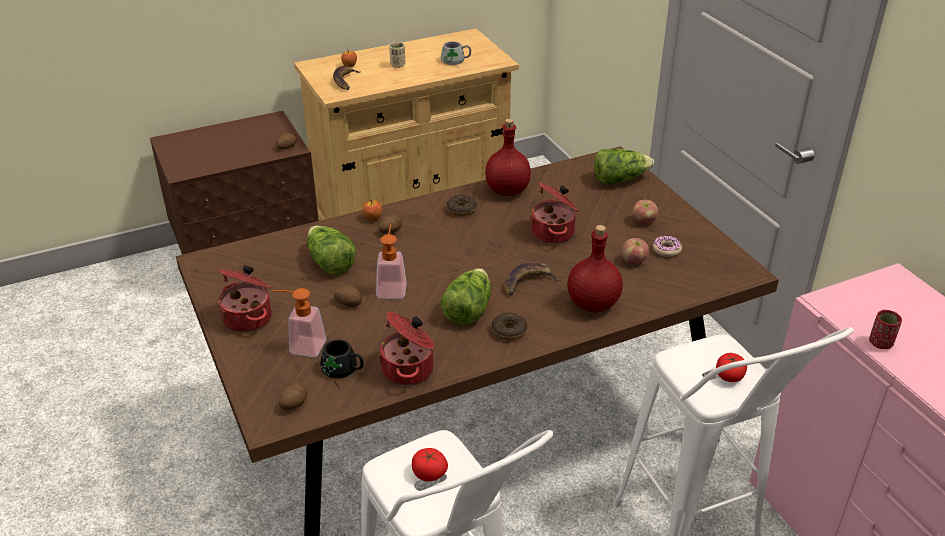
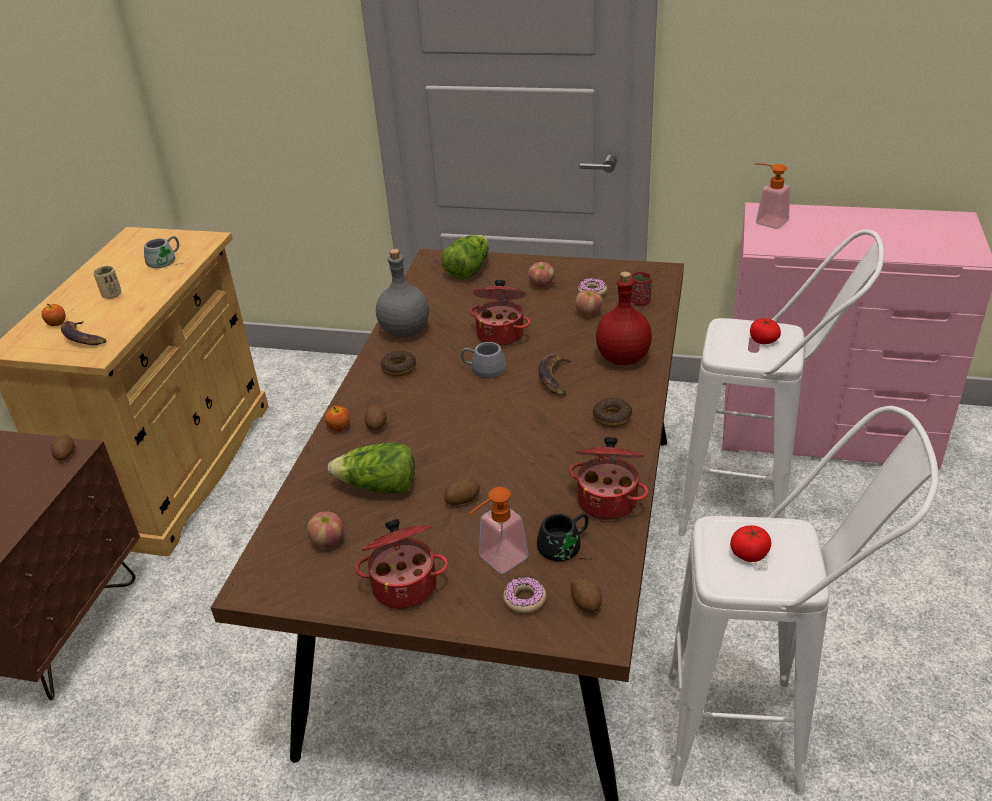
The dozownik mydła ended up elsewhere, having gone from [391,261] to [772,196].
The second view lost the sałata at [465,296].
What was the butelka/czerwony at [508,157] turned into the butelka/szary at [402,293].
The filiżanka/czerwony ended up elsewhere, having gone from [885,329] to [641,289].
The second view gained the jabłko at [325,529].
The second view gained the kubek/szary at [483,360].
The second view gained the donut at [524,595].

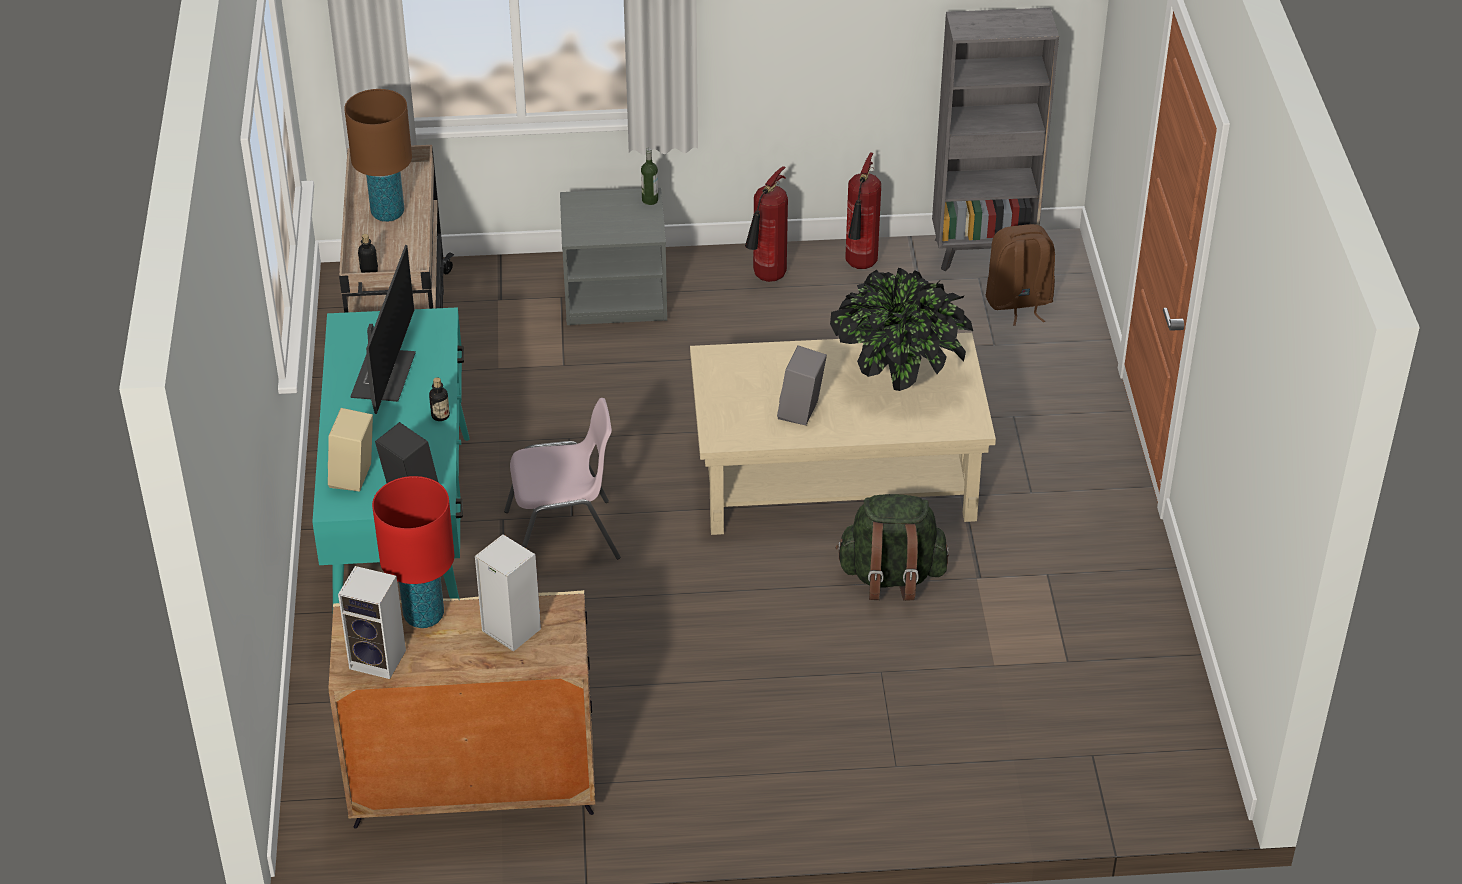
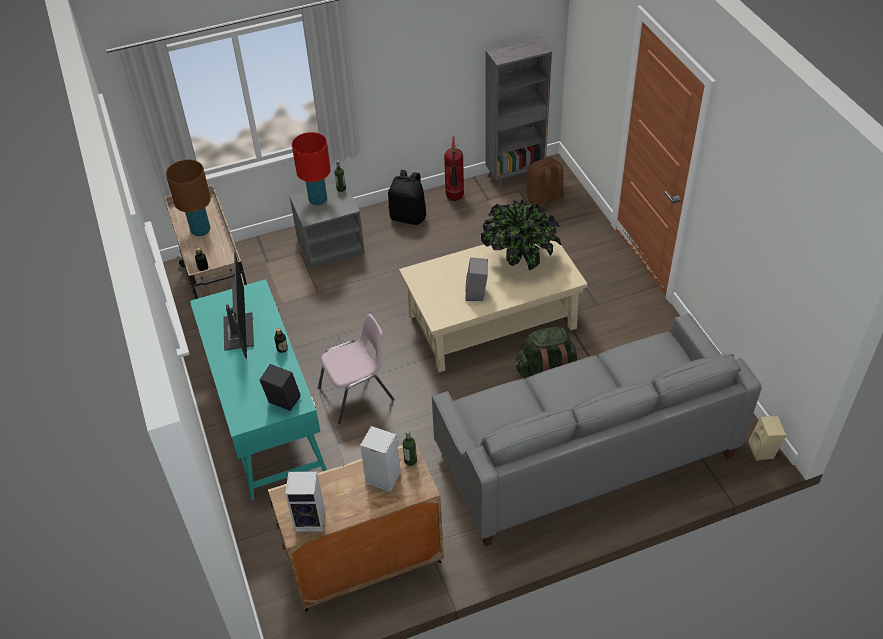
The głośnik/beżowy ended up elsewhere, having gone from [350,450] to [767,438].
The lampa stołowa/czerwony ended up elsewhere, having gone from [413,552] to [311,168].
Where the gaśnica stood at [766,224], the plecak/czarny came to stand at [407,197].
The second view gained the butelka at [410,448].
The second view gained the kanapa/szary at [597,429].

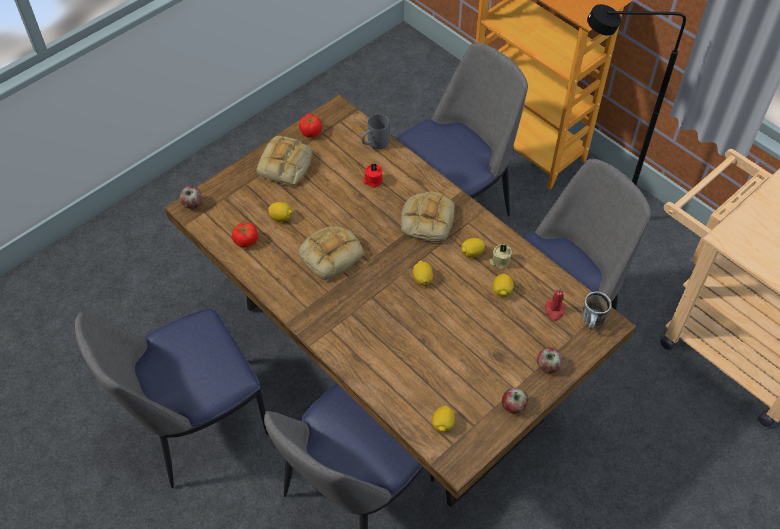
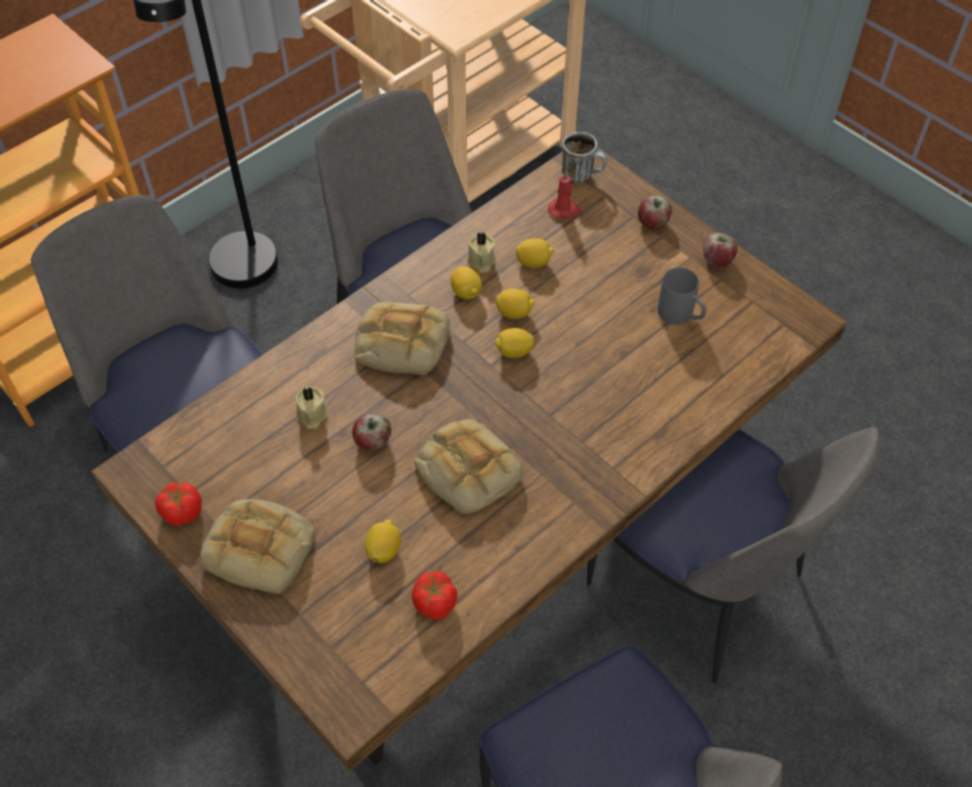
The jabłko ended up elsewhere, having gone from [190,197] to [371,432].
The kubek/szary ended up elsewhere, having gone from [376,131] to [682,296].
What was the świeca/czerwony at [373,175] turned into the świeca/beżowy at [311,407].
The cytryna ended up elsewhere, having gone from [443,419] to [515,304].

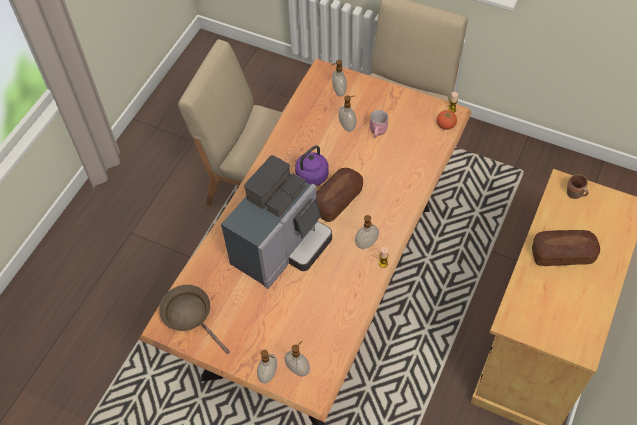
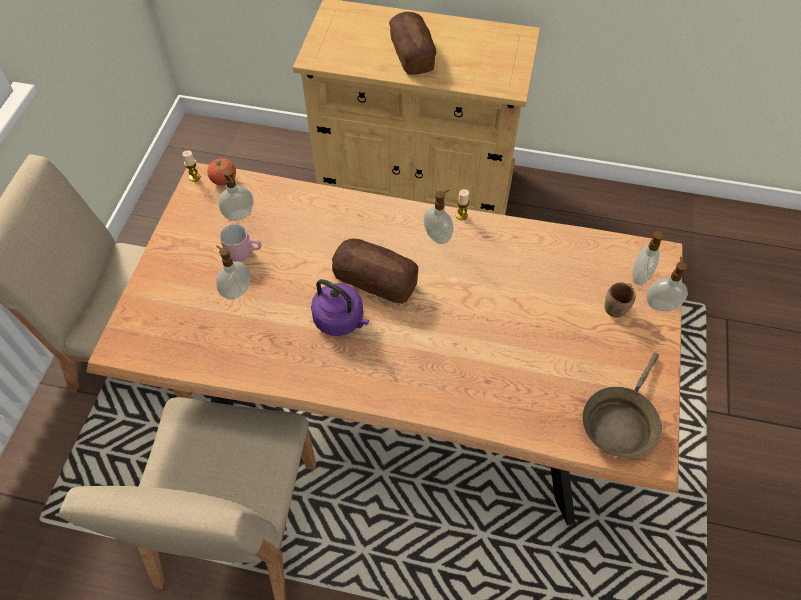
The second view lost the ekspres do kawy at [276,222].
The dozownik mydła ended up elsewhere, having gone from [339,78] to [236,195].
The kubek/brązowy ended up elsewhere, having gone from [578,186] to [620,300].

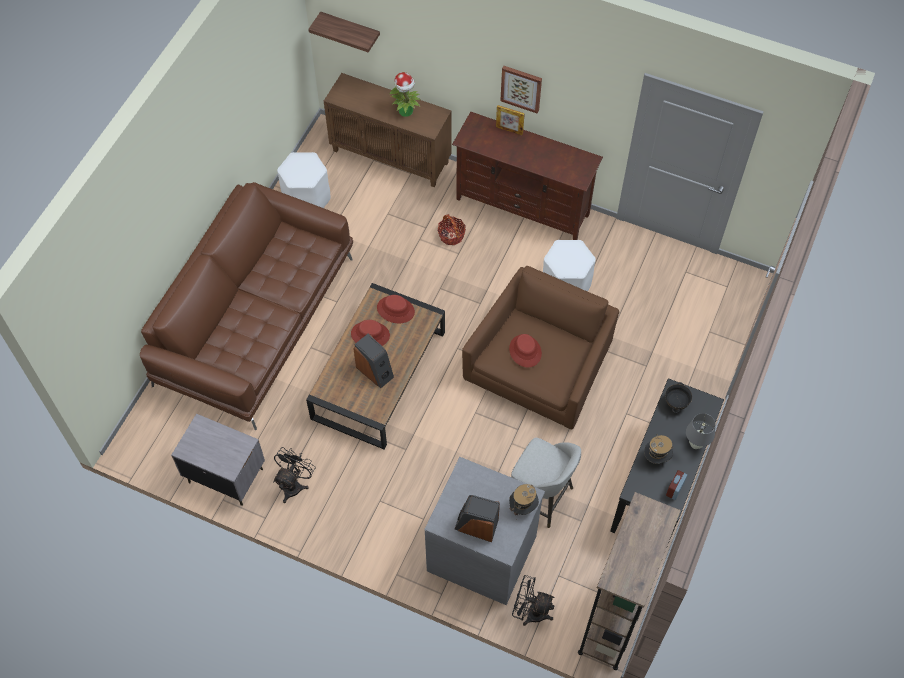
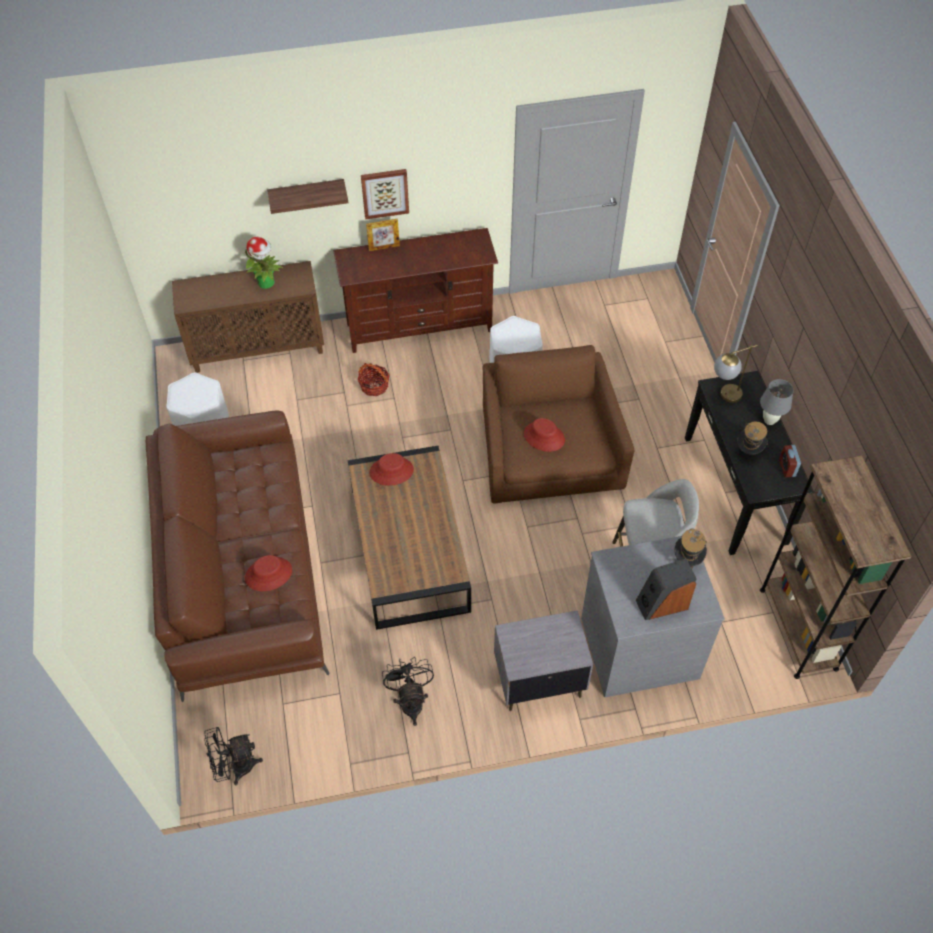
The szafka nocna/szary ended up elsewhere, having gone from [218,460] to [543,660].
The półka ended up elsewhere, having gone from [344,32] to [307,196].
The kapelusz/czerwony ended up elsewhere, having gone from [370,333] to [268,573].
The second view lost the głośnik at [373,361].
The wentylator/czarny ended up elsewhere, having gone from [533,600] to [233,756].
Where the miska/czarny stood at [678,397], the lampa stołowa came to stand at [735,374].

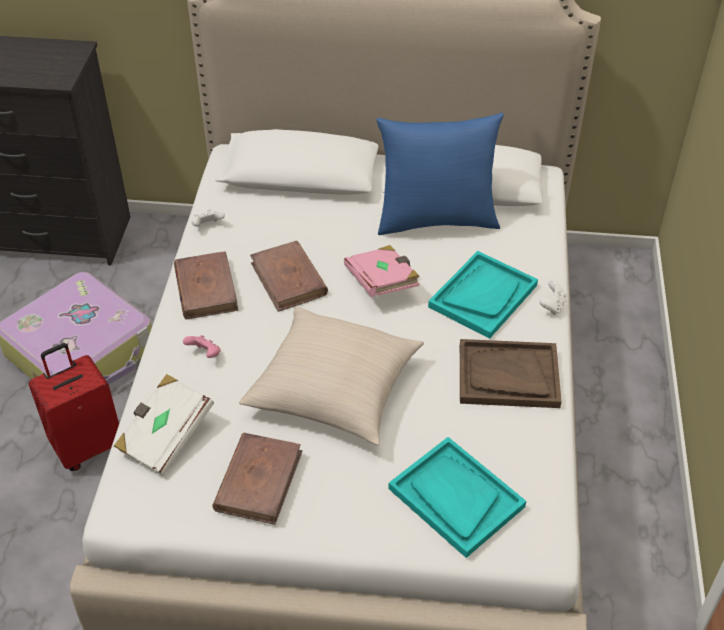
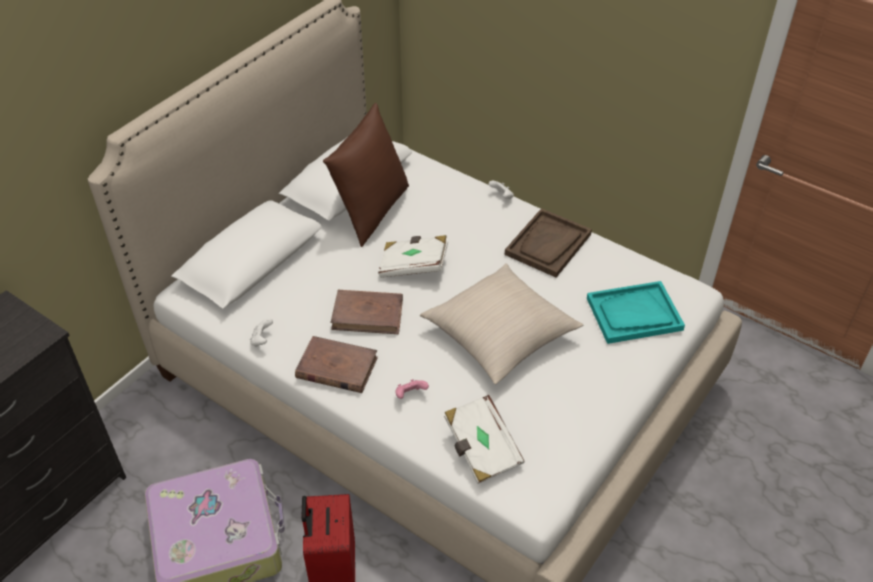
The second view lost the książka/brązowy at [257,479].
What was the książka/różowy at [381,271] turned into the książka/biały at [413,256].
What was the poduszka/niebieski at [440,174] turned into the poduszka/brązowy at [366,175].
The second view lost the taca/turkusowy at [483,295].

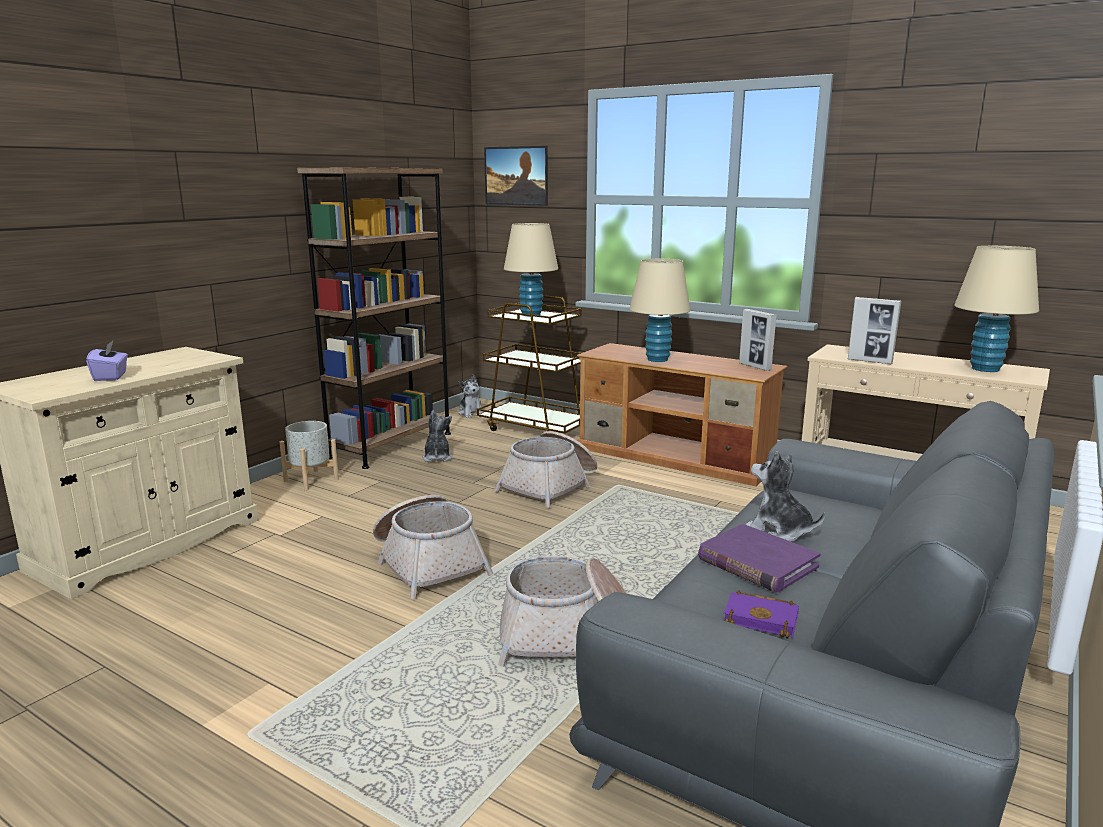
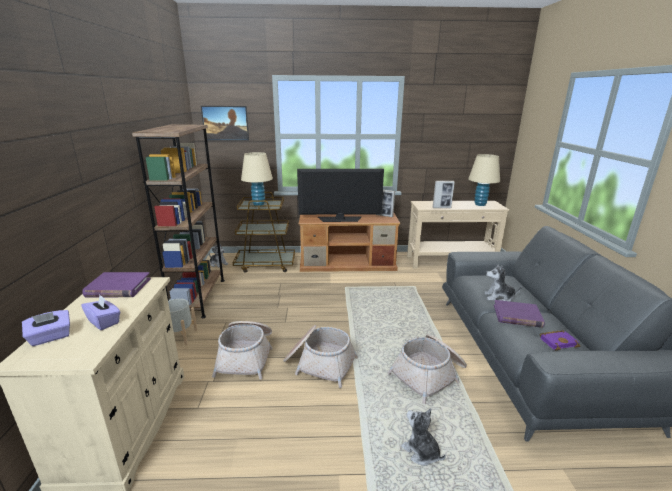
The pluszak ended up elsewhere, having gone from [437,436] to [423,437].
The koszyk ended up elsewhere, having gone from [545,469] to [242,350].
Where the lampa stołowa/beżowy stood at [660,310], the telewizor came to stand at [340,195].
The second view gained the pudełko chusteczek/fioletowy at [46,328].
The second view gained the książka/fioletowy at [116,284].

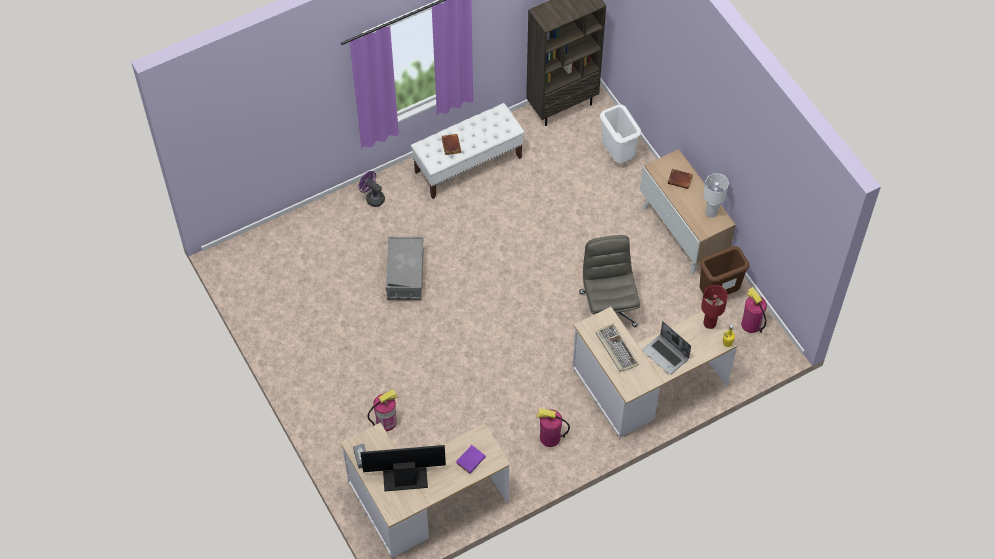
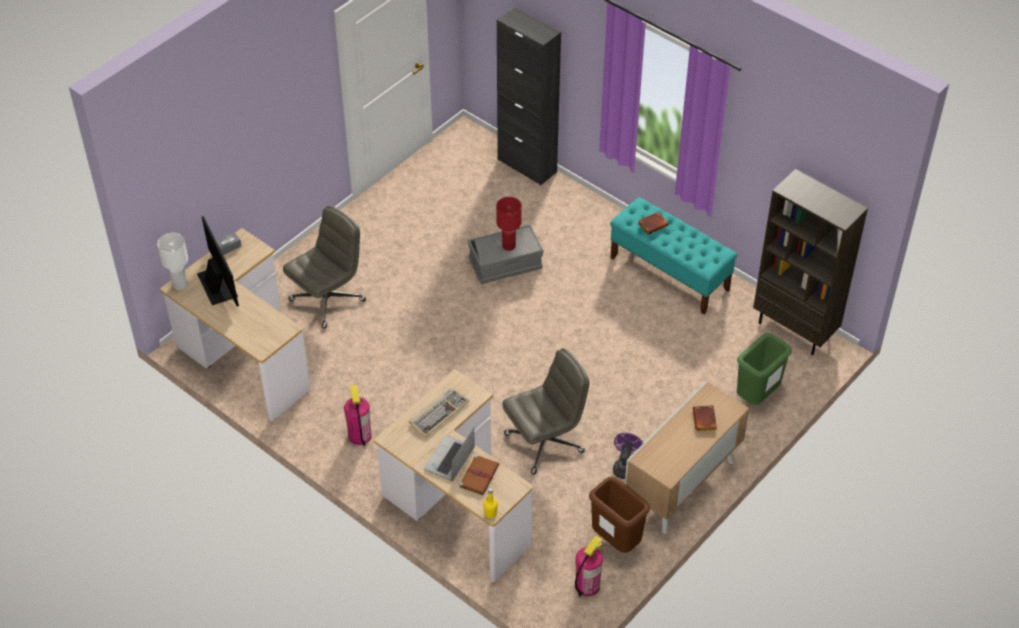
The wentylator/fioletowy ended up elsewhere, having gone from [371,189] to [628,456].
Where the gaśnica stood at [382,410], the krzesło biurowe/szary came to stand at [324,267].
What was the ławka/biały at [467,151] turned into the ławka/turkusowy at [674,255].
The second view lost the książka/fioletowy at [471,459].
What was the kosz na śmieci/biały at [620,133] turned into the kosz na śmieci/zielony at [764,369].
The lampa stołowa/czerwony ended up elsewhere, having gone from [714,307] to [509,224].
The lampa stołowa/biały ended up elsewhere, having gone from [716,195] to [172,261].
The second view gained the książka/brązowy at [479,475].
The second view gained the szafka/czarny at [529,96].

